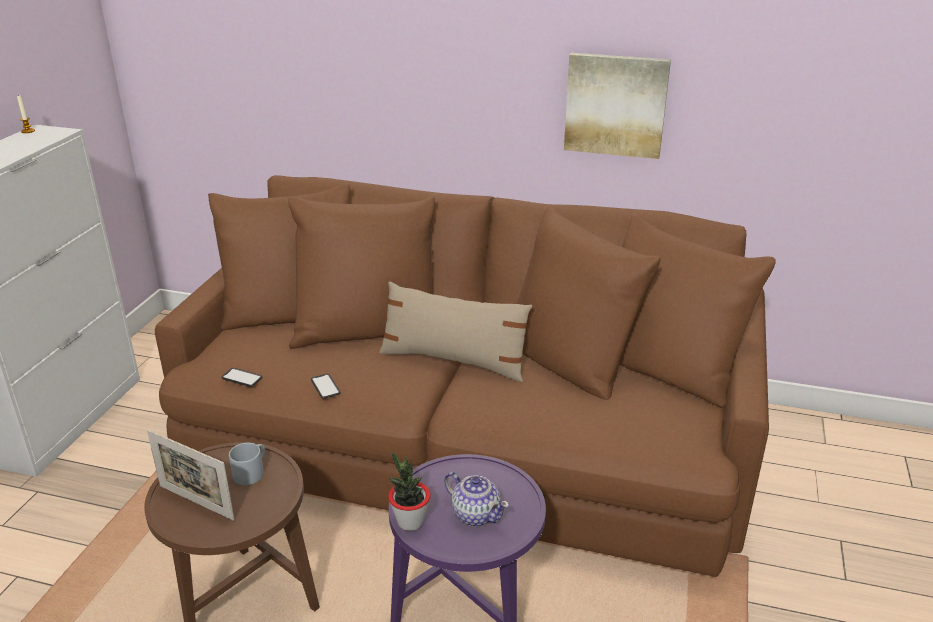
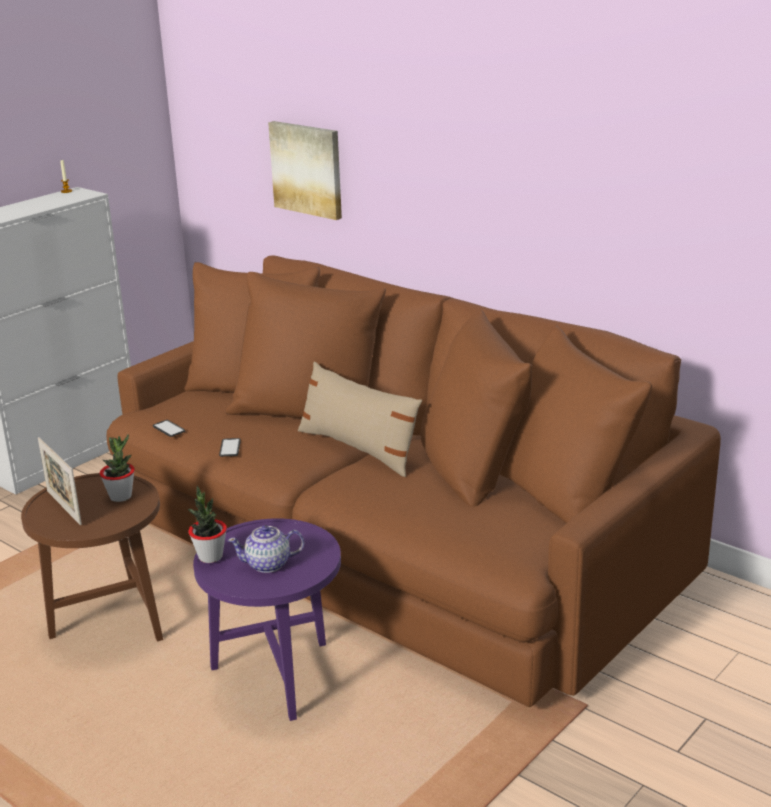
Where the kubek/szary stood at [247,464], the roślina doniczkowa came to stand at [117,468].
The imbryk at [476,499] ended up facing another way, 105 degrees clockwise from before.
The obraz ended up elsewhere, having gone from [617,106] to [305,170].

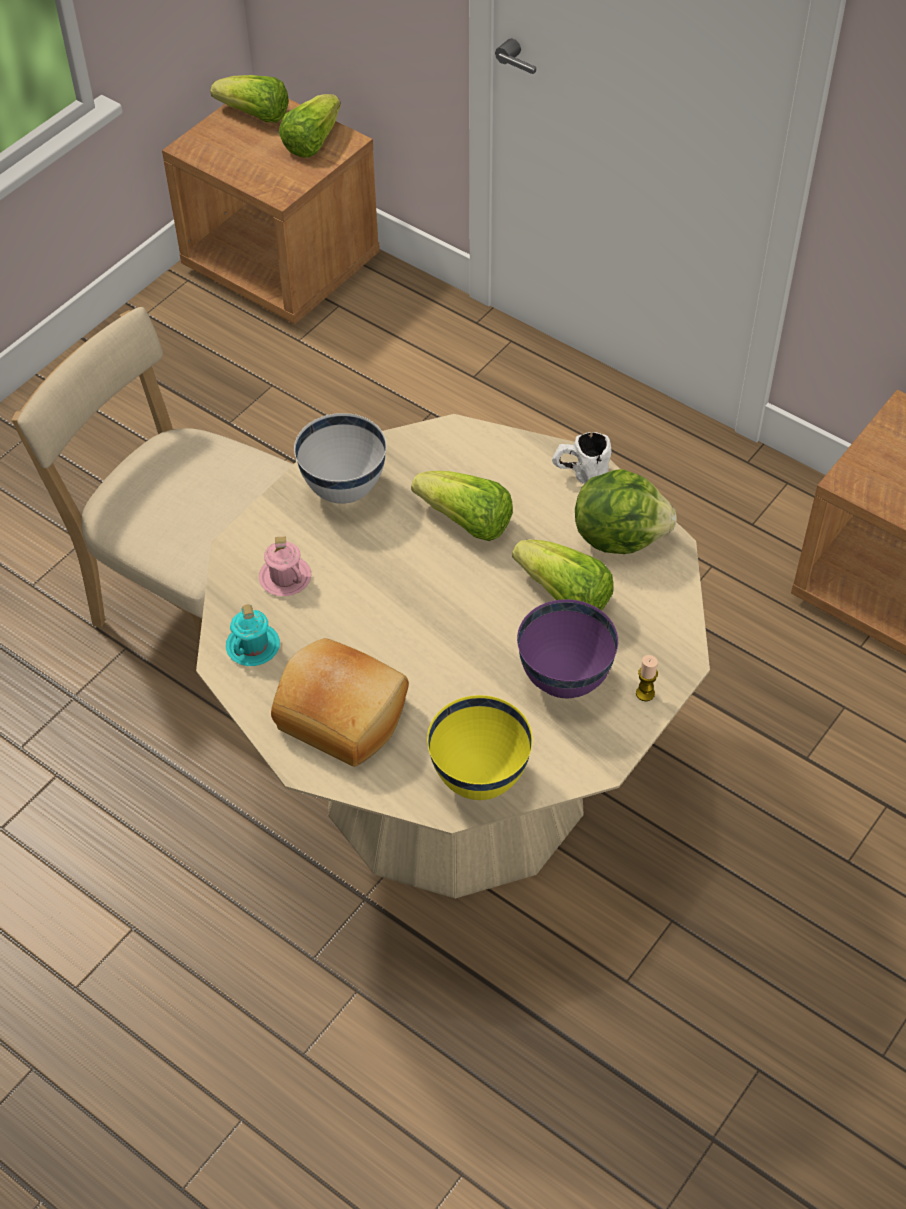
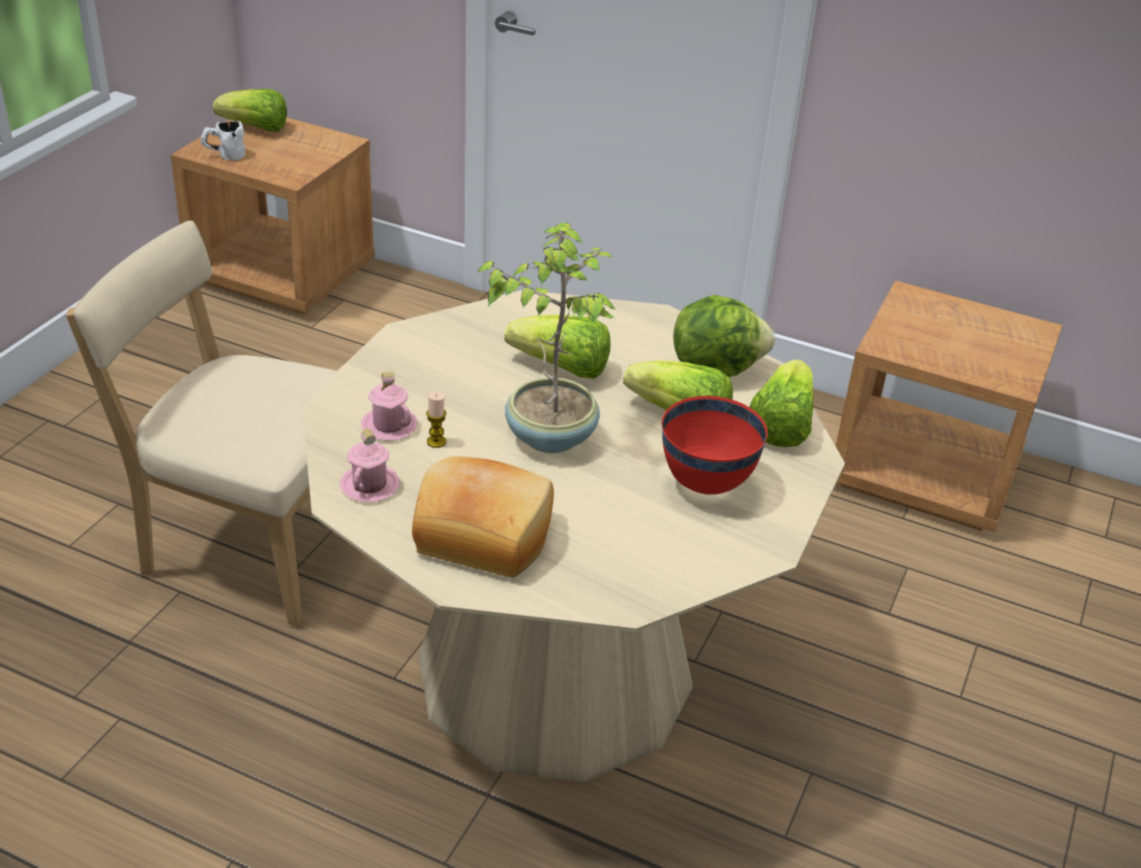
What was the kubek/turkusowy at [253,635] turned into the kubek/różowy at [370,465].
The sałata ended up elsewhere, having gone from [310,126] to [781,403].
The second view lost the miska/biały at [340,458].
The second view lost the miska/żółty at [480,747].
What was the miska/fioletowy at [567,648] turned into the miska/czerwony at [715,445].
The kubek/biały ended up elsewhere, having gone from [581,458] to [222,140].
The świeca ended up elsewhere, having gone from [647,678] to [436,420].
The second view gained the roślina doniczkowa at [546,338].

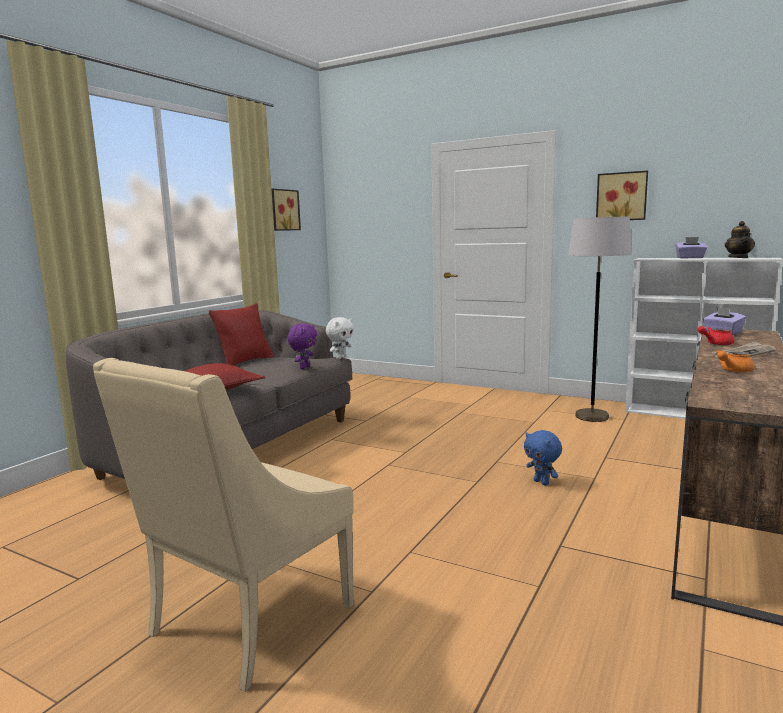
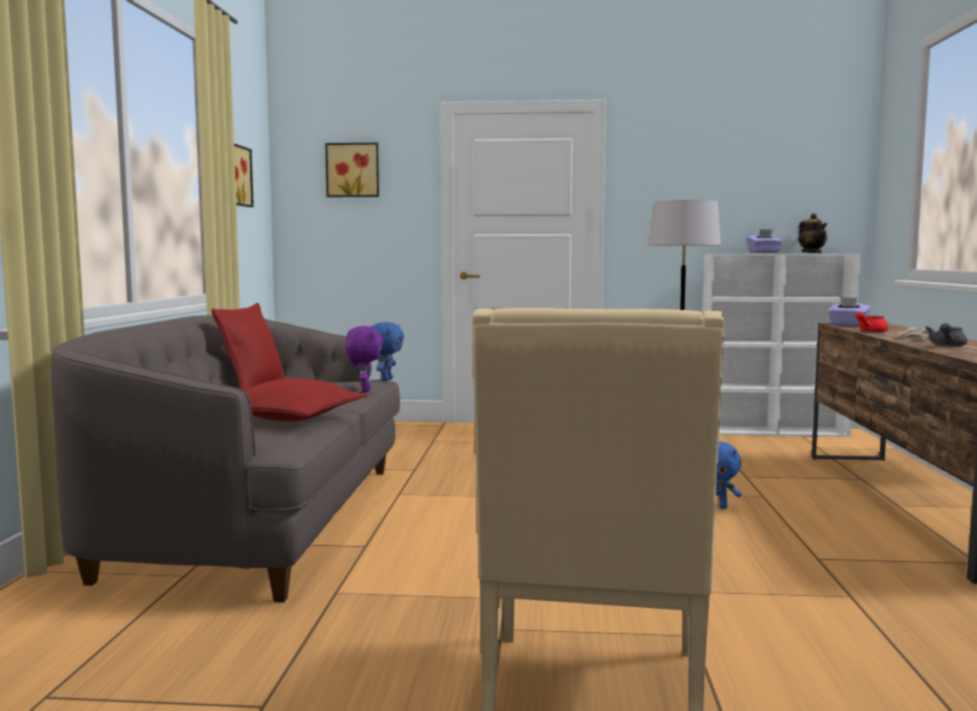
What was the pluszak/biały at [340,338] turned into the pluszak/niebieski at [388,351].
The obraz ended up elsewhere, having gone from [622,195] to [352,170].
What was the imbryk/pomarańczowy at [735,361] turned into the imbryk/szary at [946,335].

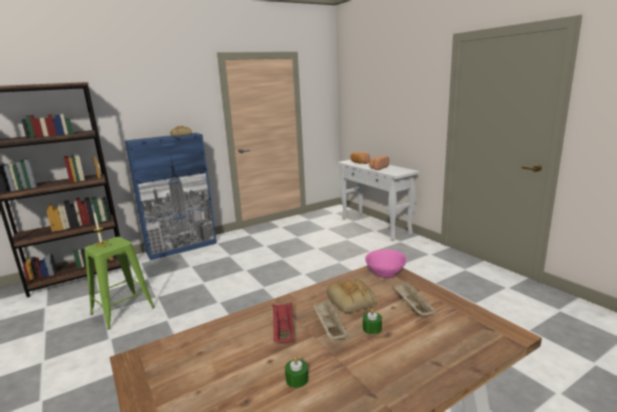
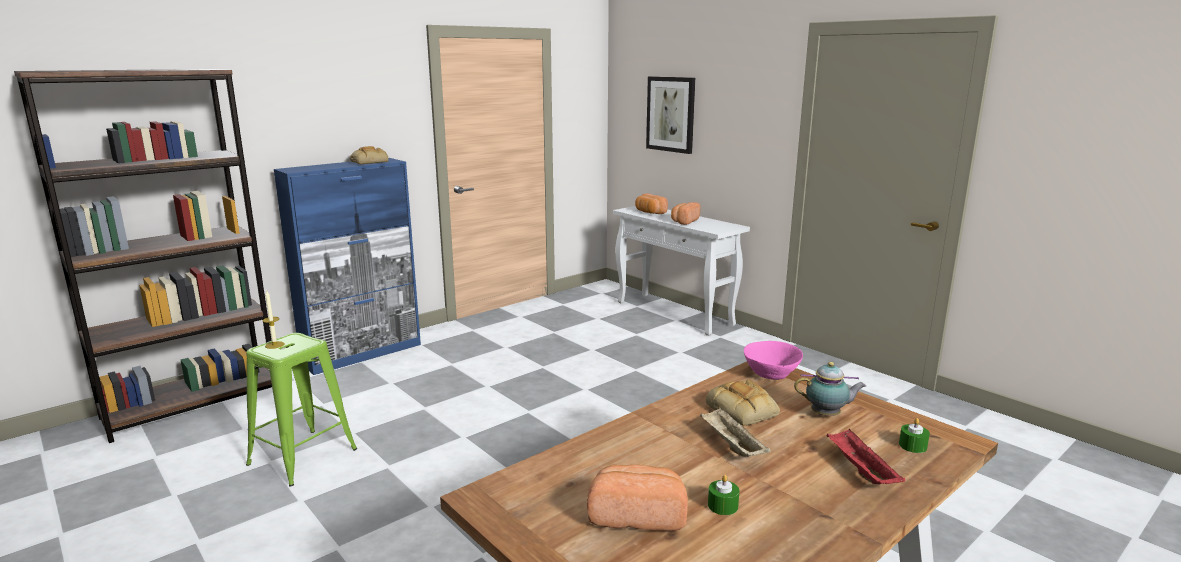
The taca/czerwony ended up elsewhere, having gone from [283,322] to [866,456].
The świeca/zielony ended up elsewhere, having gone from [372,321] to [914,435].
Where the taca/beżowy stood at [415,298], the imbryk came to stand at [830,389].
The second view gained the chleb at [637,498].
The second view gained the obraz at [670,115].

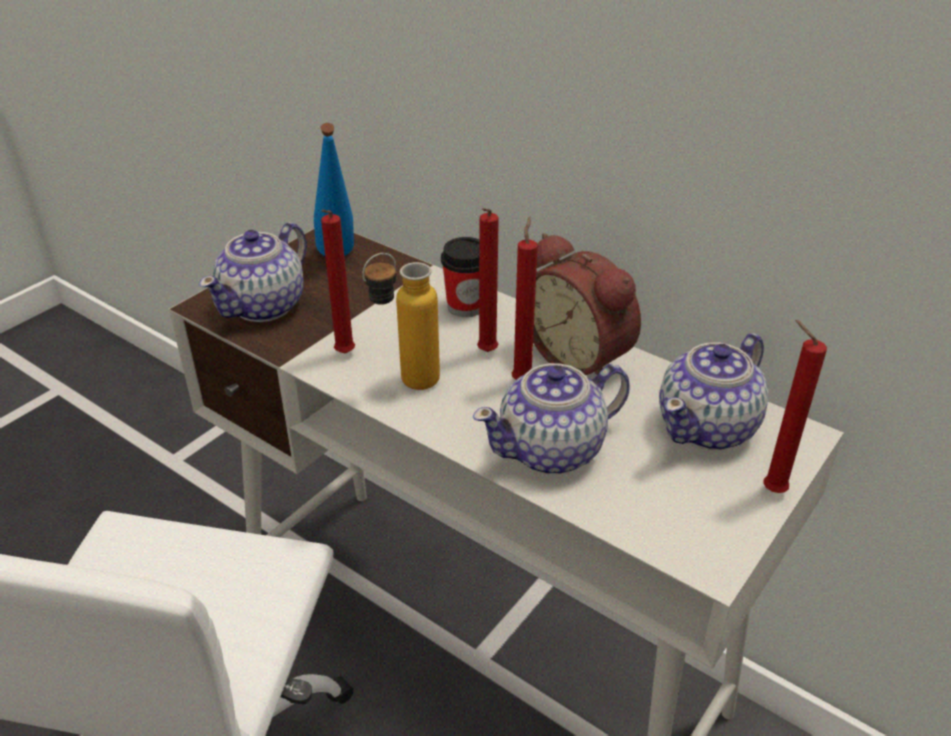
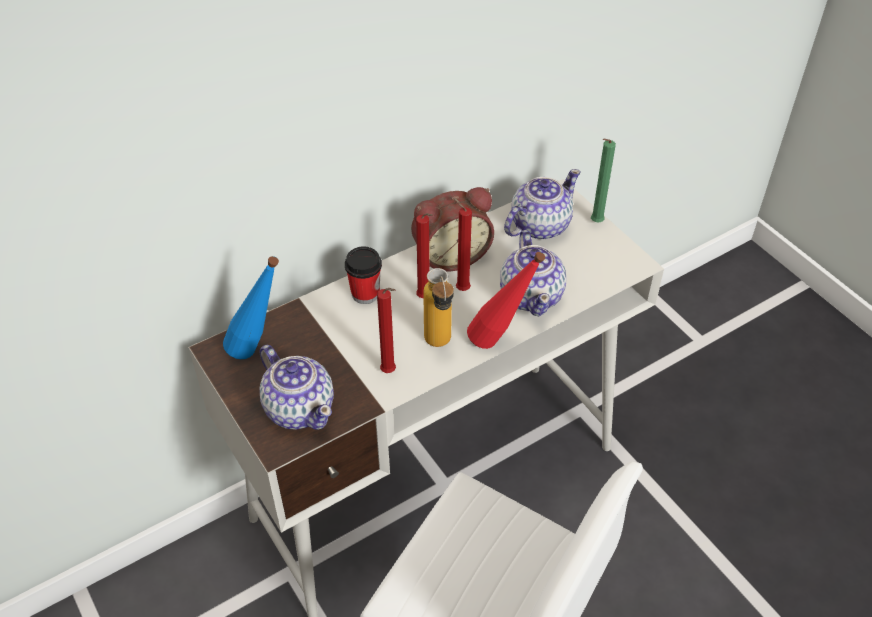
The imbryk at [714,391] ended up facing another way, 105 degrees counterclockwise from before.
What was the świeca/czerwony at [795,406] turned into the świeca/zielony at [603,180].
The second view gained the butelka/czerwony at [506,300].

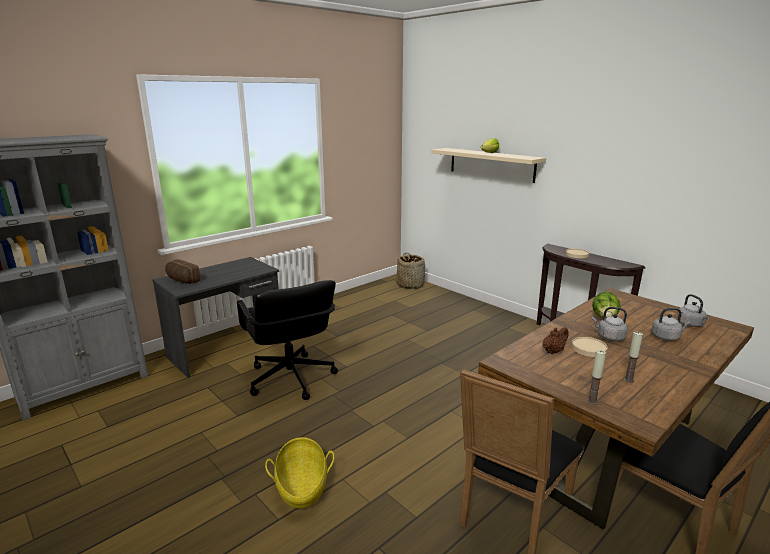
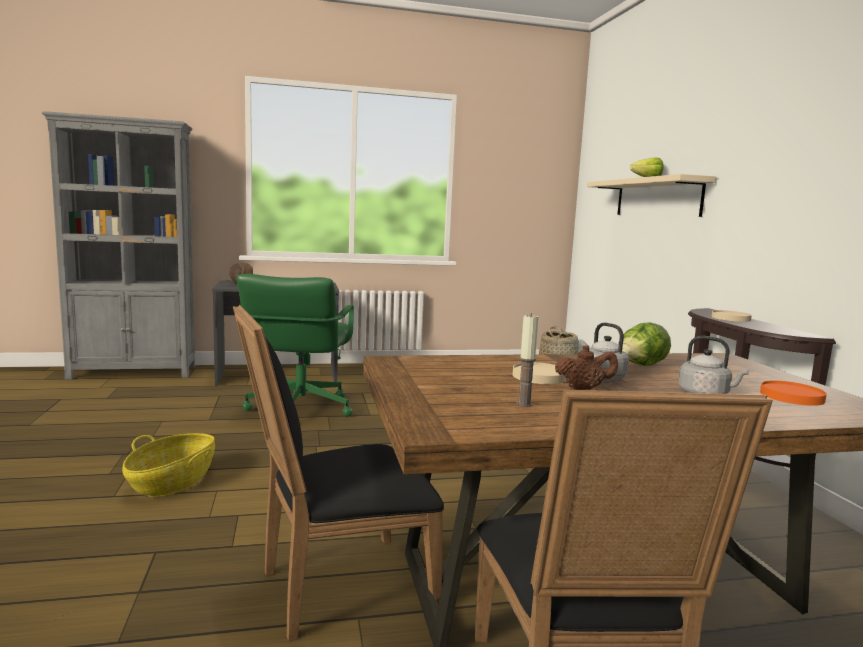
What was the krzesło biurowe/czarny at [287,340] turned into the krzesło biurowe/zielony at [295,345].
The imbryk/brązowy ended up elsewhere, having gone from [555,340] to [586,367].
The second view lost the świeca at [596,377].
Where the czajnik/szary stood at [693,310], the talerz/pomarańczowy came to stand at [793,393].

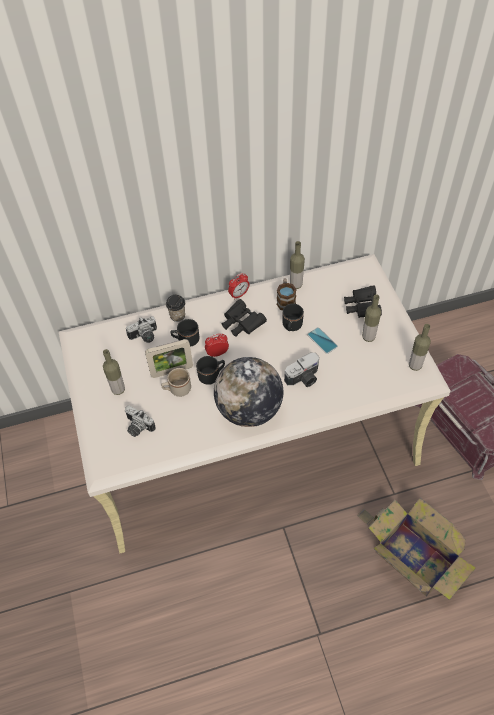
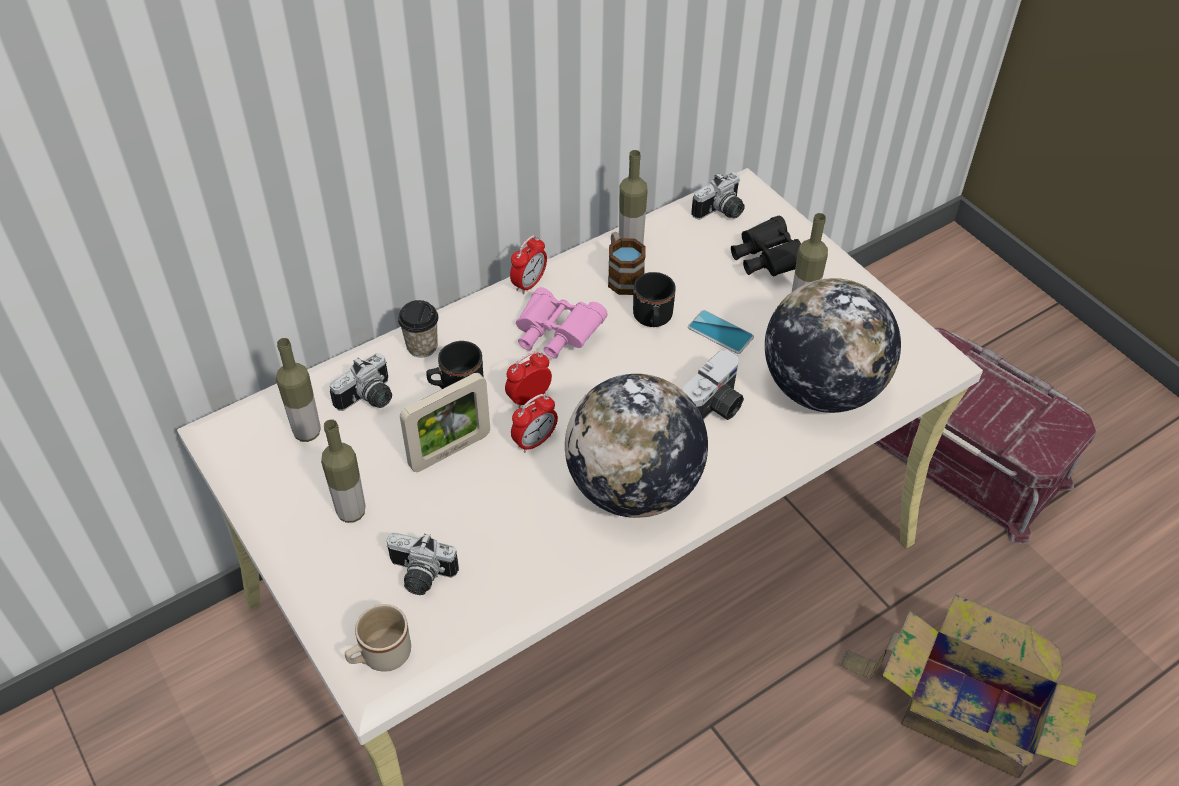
The kubek/beżowy ended up elsewhere, having gone from [176,382] to [378,638].
Where the kubek/czarny stood at [210,370], the budzik came to stand at [534,423].
What was the lornetka/czarny at [244,318] turned into the lornetka/różowy at [562,323].
The butelka ended up elsewhere, having gone from [420,347] to [298,390].
The second view gained the aparat fotograficzny at [718,196].
The second view gained the globus at [833,345].

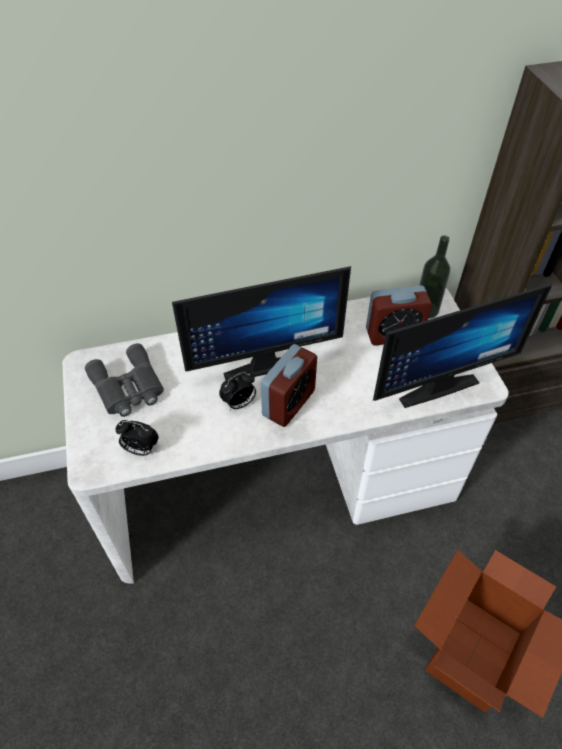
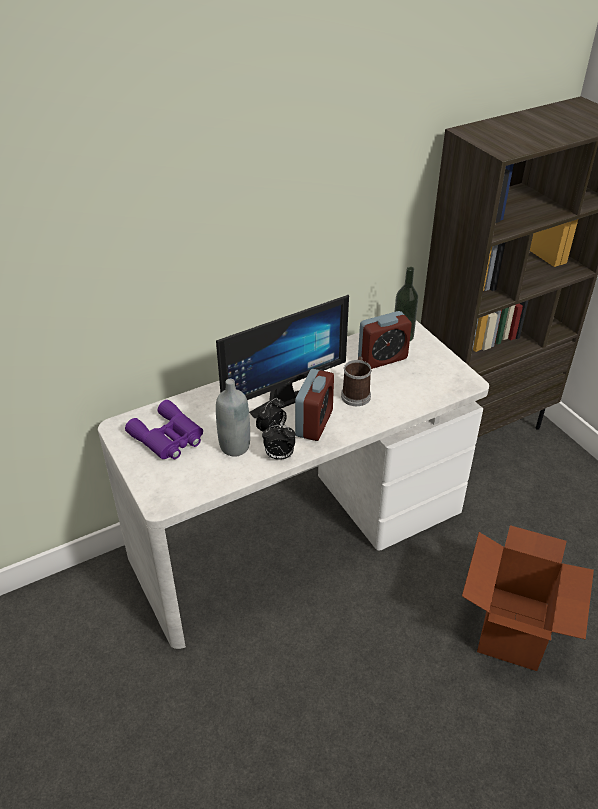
What was the lornetka/szary at [124,380] turned into the lornetka/fioletowy at [164,429].
The budzik ended up elsewhere, having gone from [137,438] to [278,442].
The second view lost the monitor at [462,345].
The second view gained the butelka/szary at [233,418].
The second view gained the kubek at [356,381].

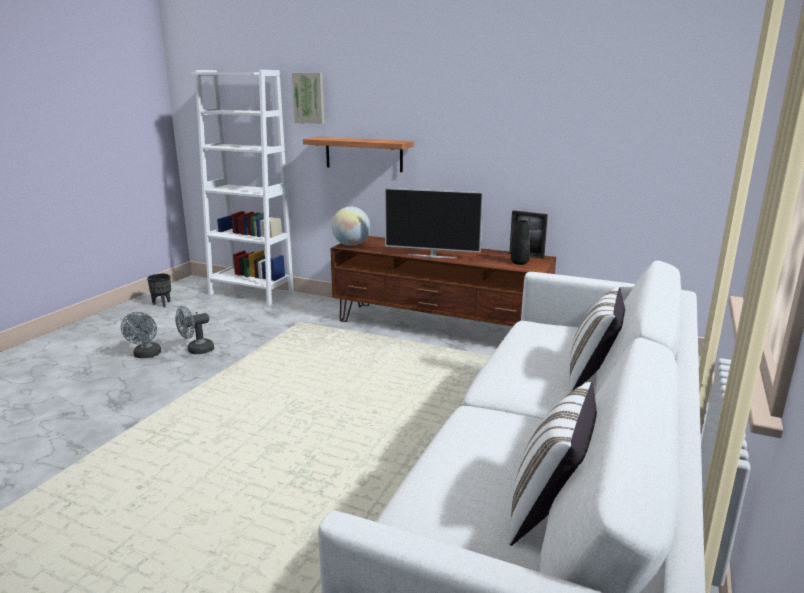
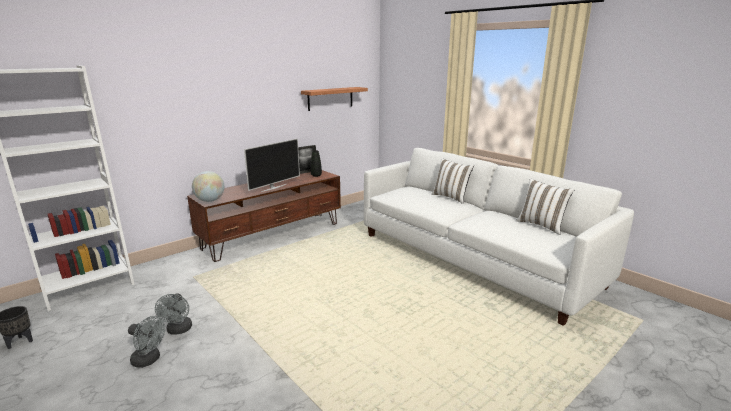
The second view lost the obraz at [308,98].
The półka ended up elsewhere, having gone from [358,154] to [334,99].

